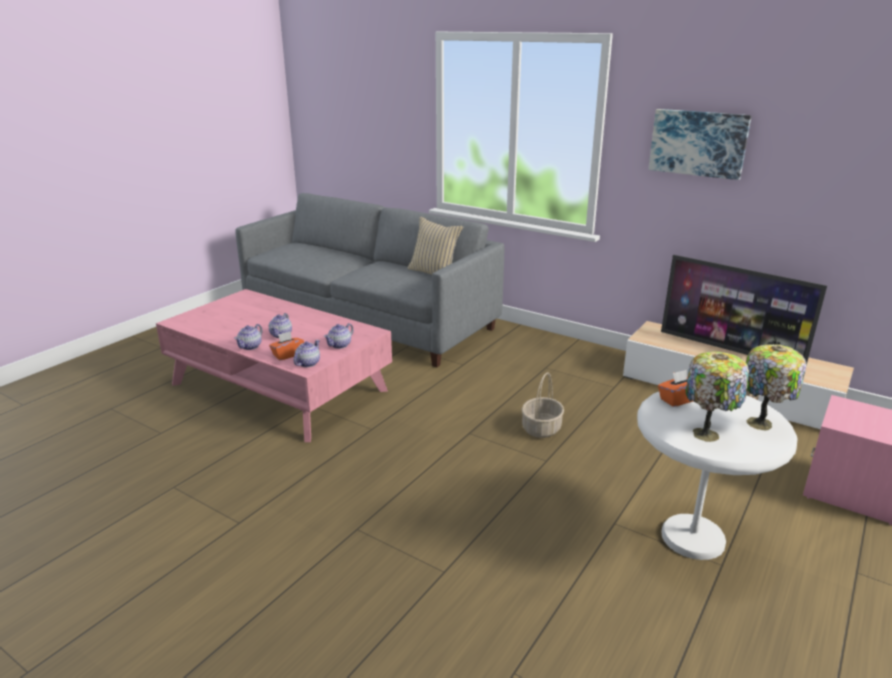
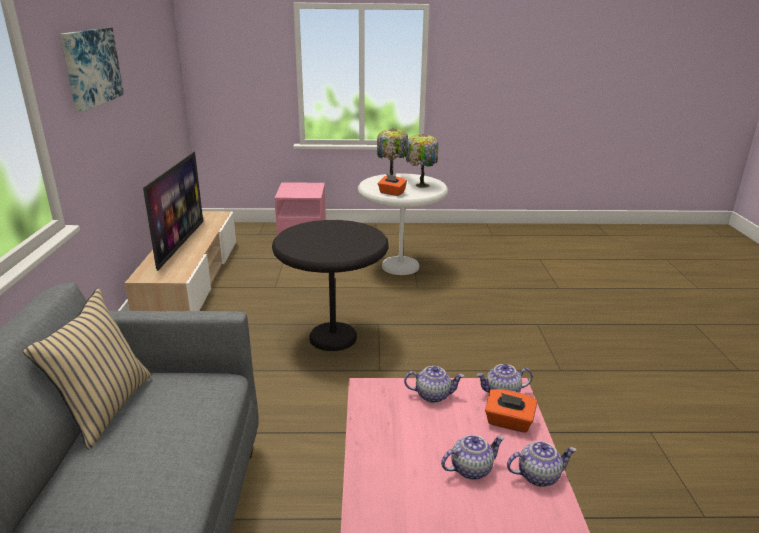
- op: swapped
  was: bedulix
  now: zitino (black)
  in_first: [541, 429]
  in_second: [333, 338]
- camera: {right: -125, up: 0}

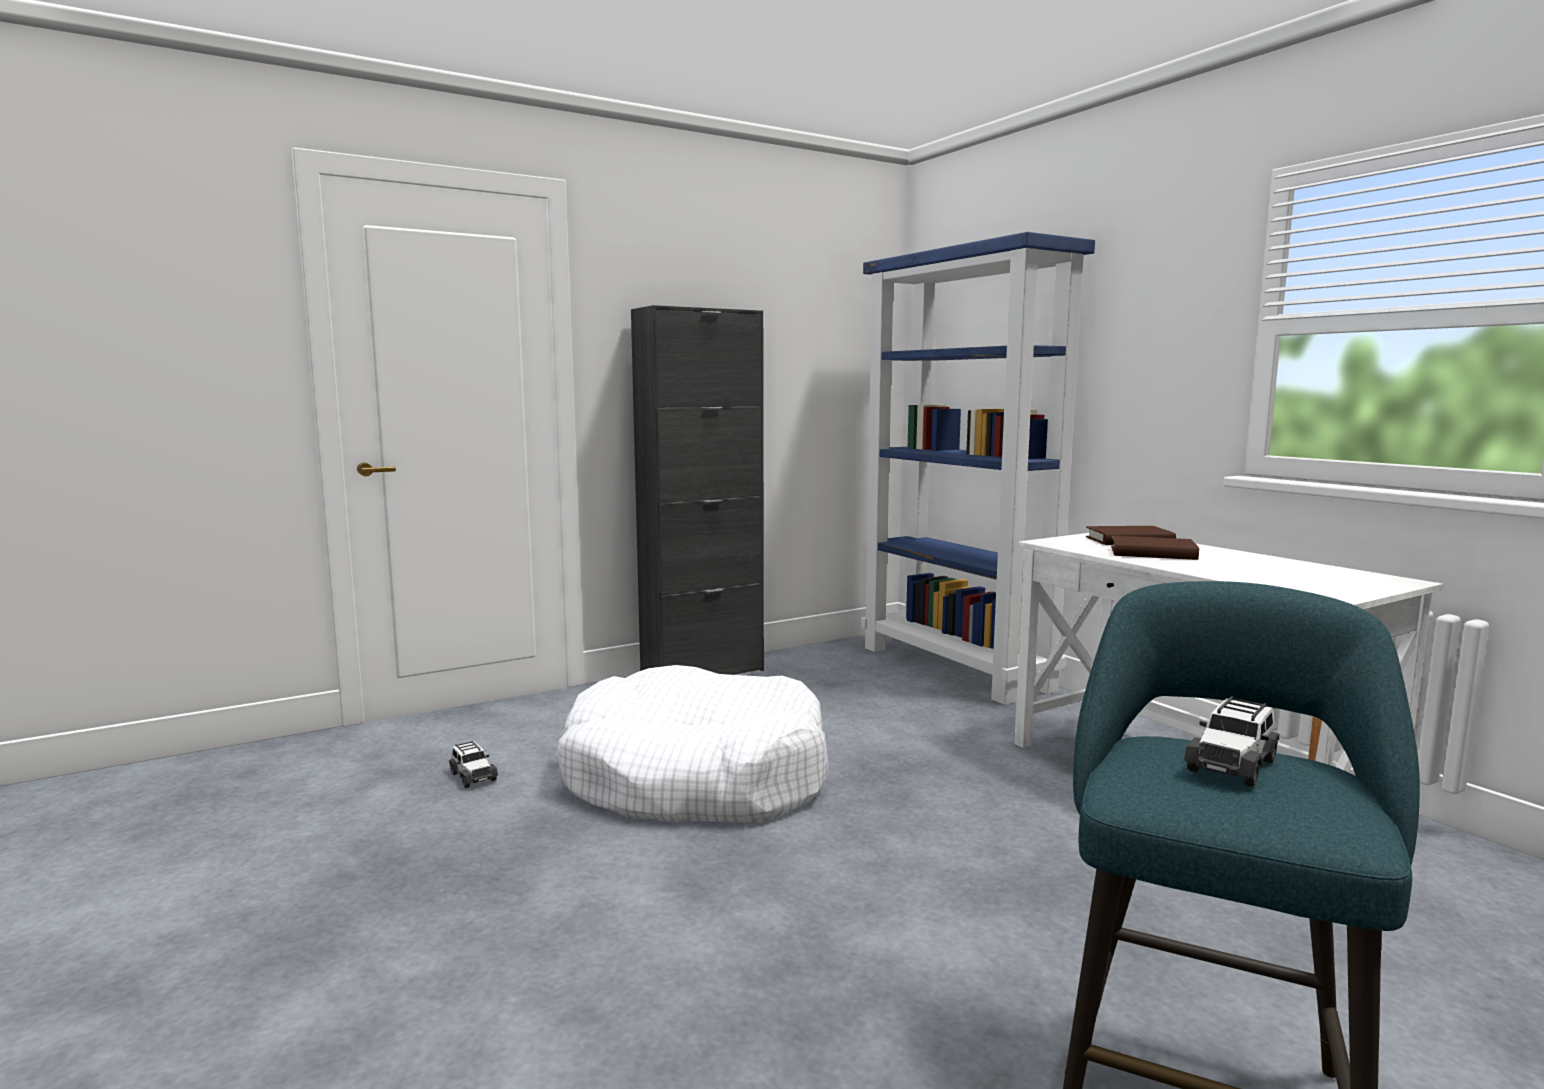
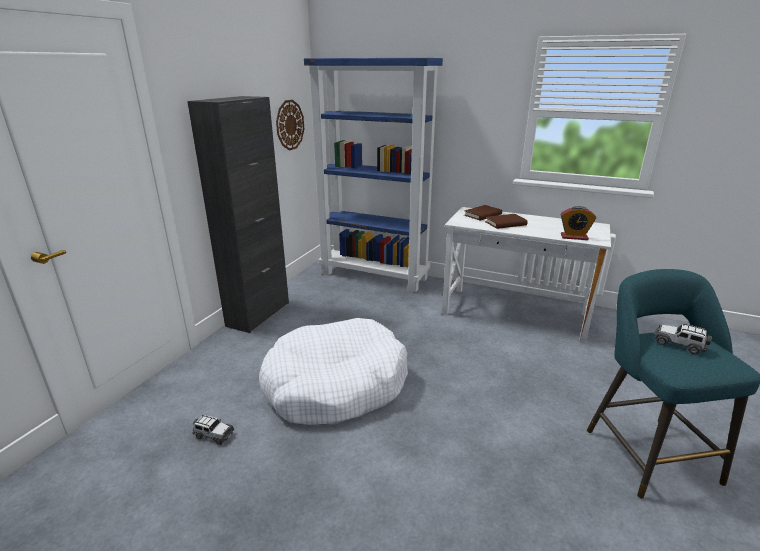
- op: rotated
  was: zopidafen
  in_first: [1232, 764]
  in_second: [679, 344]
  clockwise: 120
- op: new
  now: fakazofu
  in_second: [289, 125]
- op: new
  now: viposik
  in_second: [574, 237]
- camera: {right: -35, up: 15}

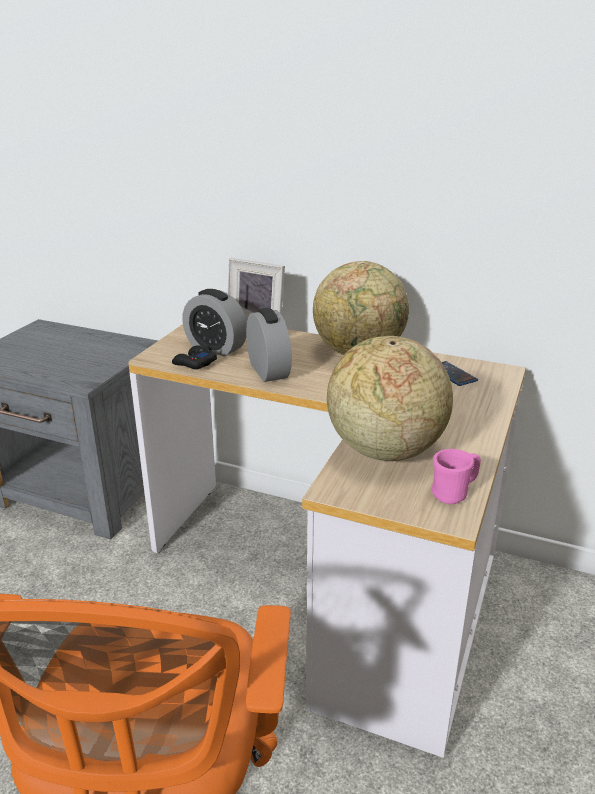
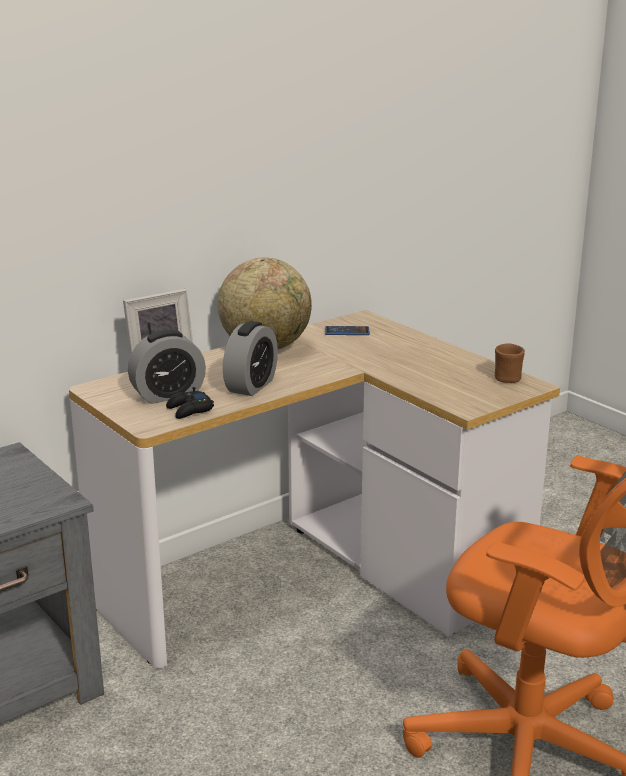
- op: rotated
  was: viposik
  in_first: [268, 371]
  in_second: [251, 386]
  clockwise: 105
- op: gone
  was: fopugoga
  in_first: [384, 450]
- op: repainted
  was: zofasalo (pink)
  now: zofasalo (brown)
  in_first: [454, 493]
  in_second: [507, 377]
- camera: {right: -60, up: -5}

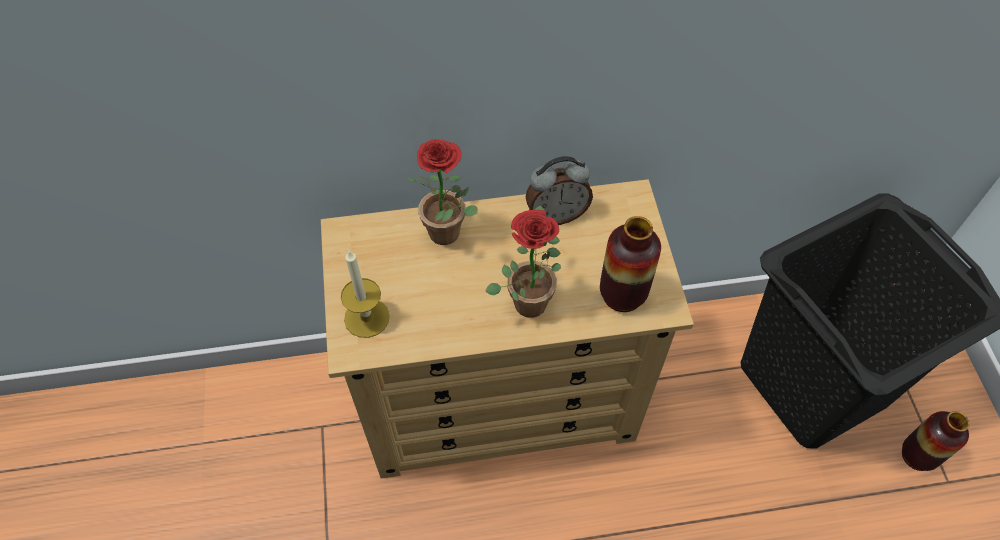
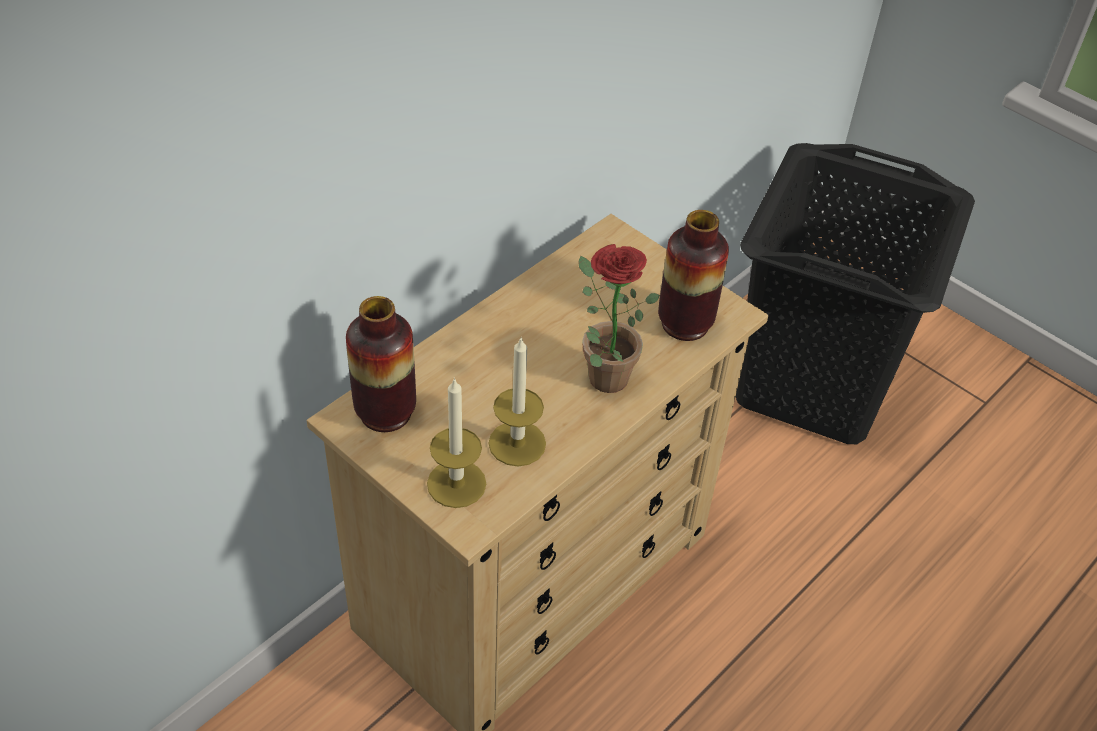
- op: gone
  was: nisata
  in_first: [450, 235]
- op: gone
  was: viposik
  in_first: [556, 214]
- op: shifted
  was: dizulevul
  in_first: [917, 456]
  in_second: [385, 412]
- op: new
  now: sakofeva
  in_second: [517, 443]
- camera: {right: -40, up: -10}

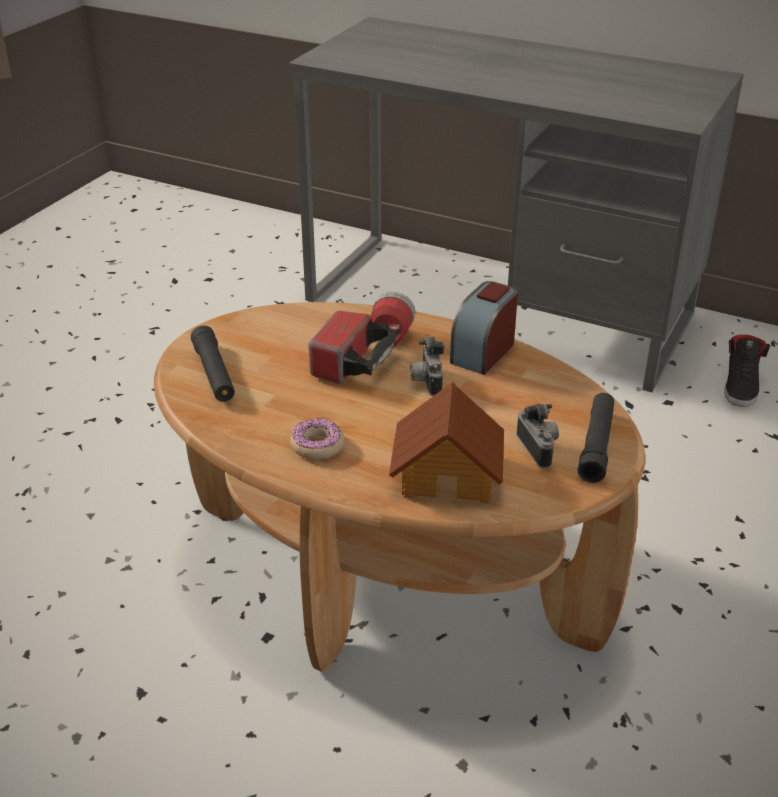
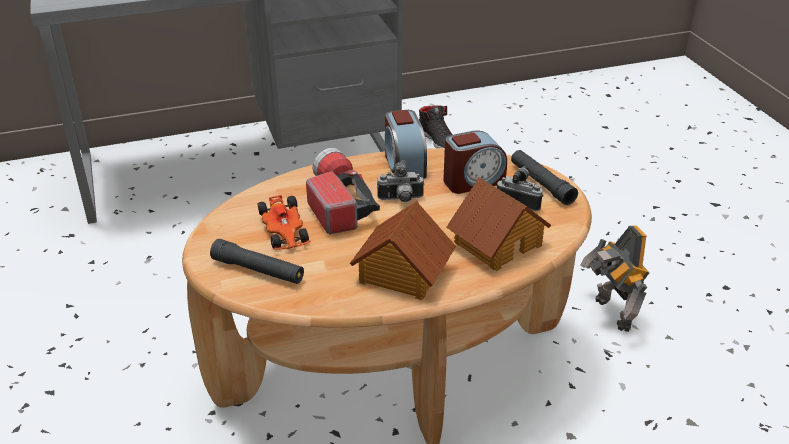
- op: rotated
  was: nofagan
  in_first: [426, 381]
  in_second: [400, 200]
  clockwise: -45
- op: swapped
  was: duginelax
  now: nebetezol
  in_first: [317, 445]
  in_second: [401, 273]
- op: new
  now: viposik
  in_second: [473, 181]
- op: new
  now: zopidafen
  in_second: [284, 231]
- op: new
  now: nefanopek
  in_second: [610, 314]
- camera: {right: -45, up: 0}

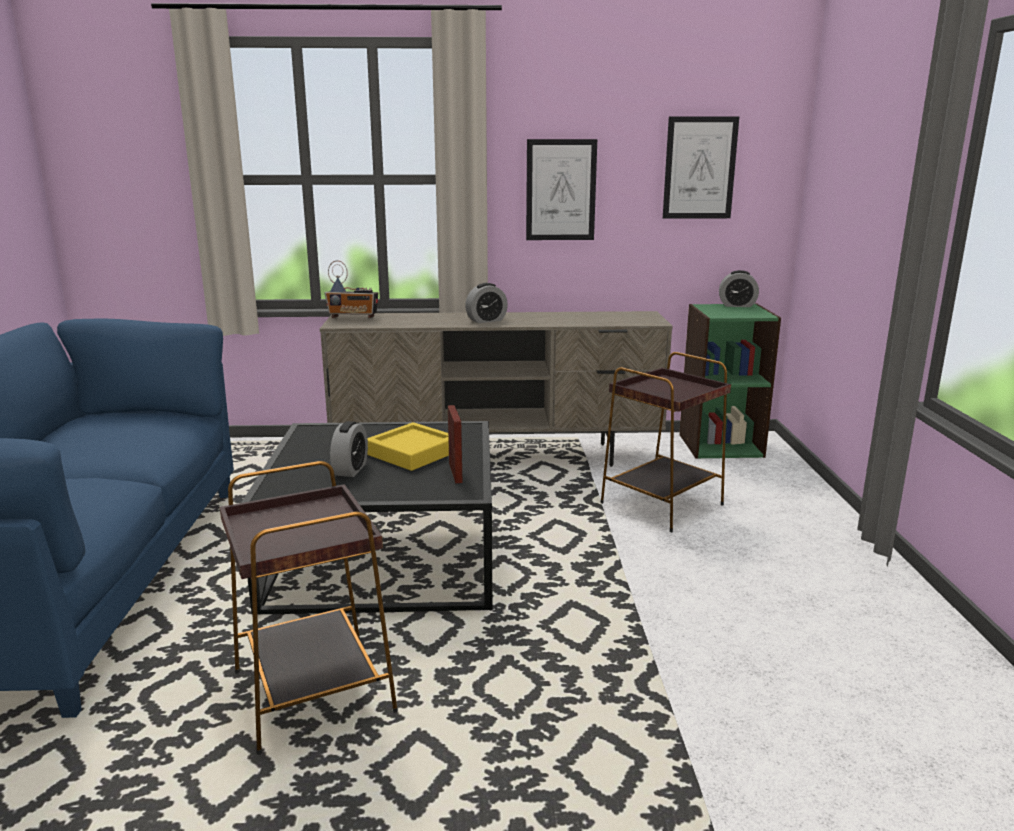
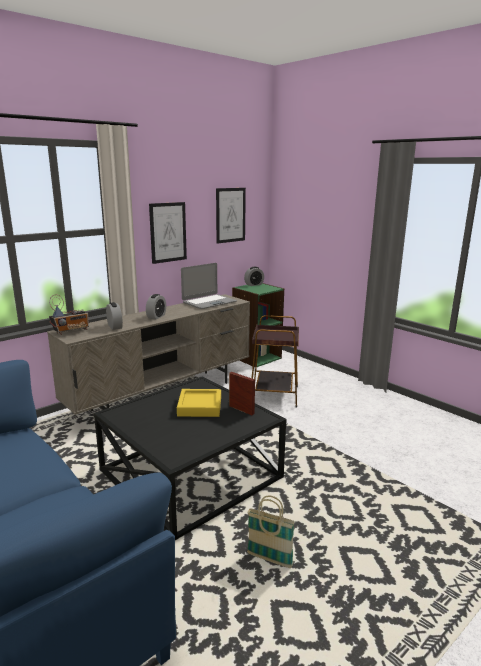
- op: shifted
  was: viposik
  in_first: [350, 470]
  in_second: [115, 326]
- op: swapped
  was: zitino (brown)
  now: bedulix
  in_first: [314, 691]
  in_second: [269, 559]
- op: new
  now: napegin
  in_second: [209, 302]
- camera: {right: -40, up: 0}

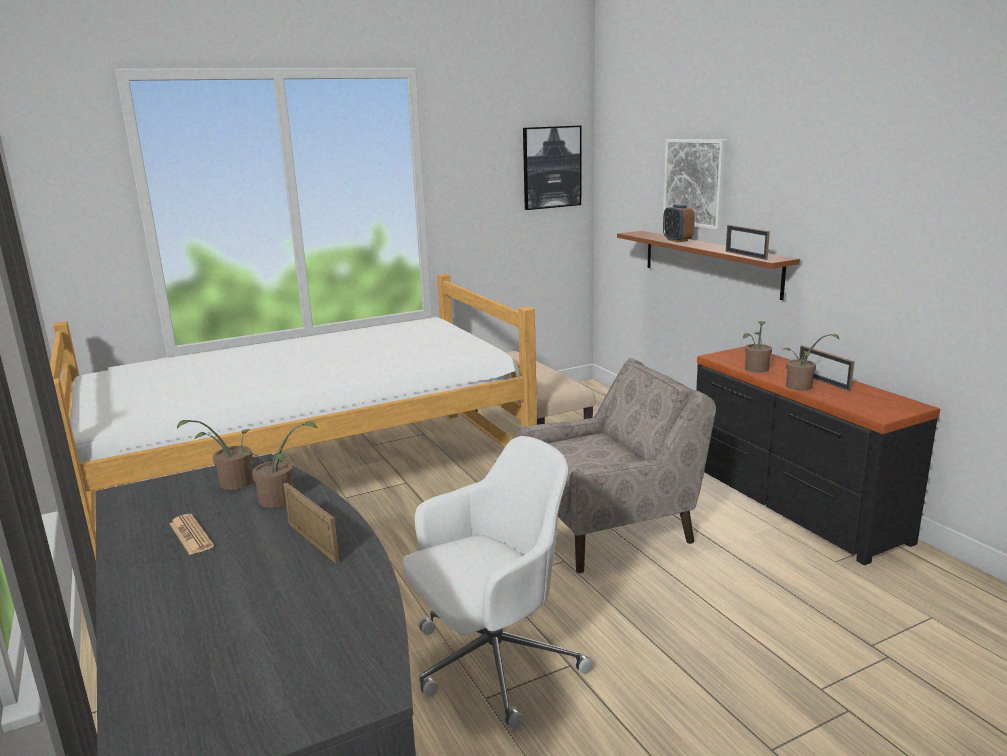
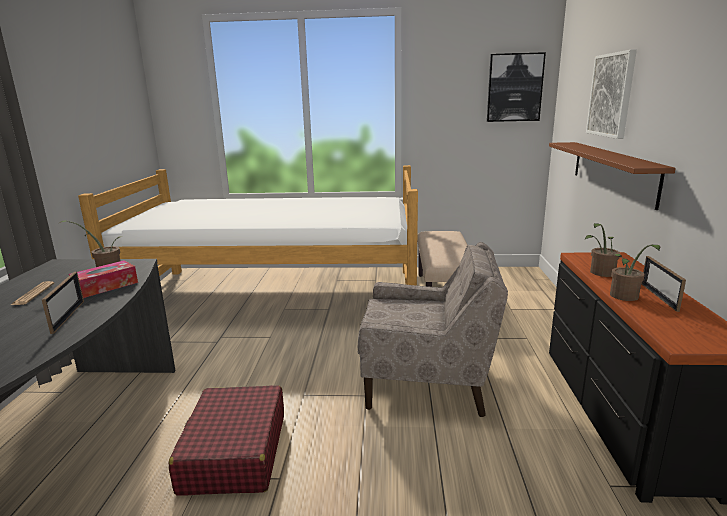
- op: gone
  was: viposik
  in_first: [677, 240]
- op: gone
  was: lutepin
  in_first: [745, 255]
- op: swapped
  was: nisata
  now: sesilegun
  in_first: [281, 500]
  in_second: [106, 286]
- op: swapped
  was: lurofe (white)
  now: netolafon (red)
  in_first: [492, 663]
  in_second: [234, 452]
- camera: {right: 30, up: 0}

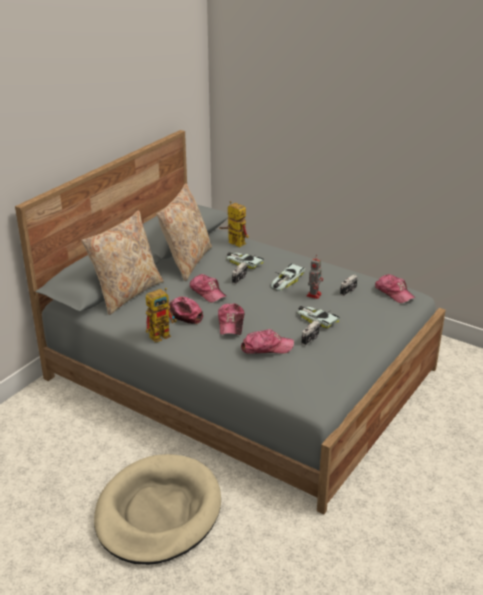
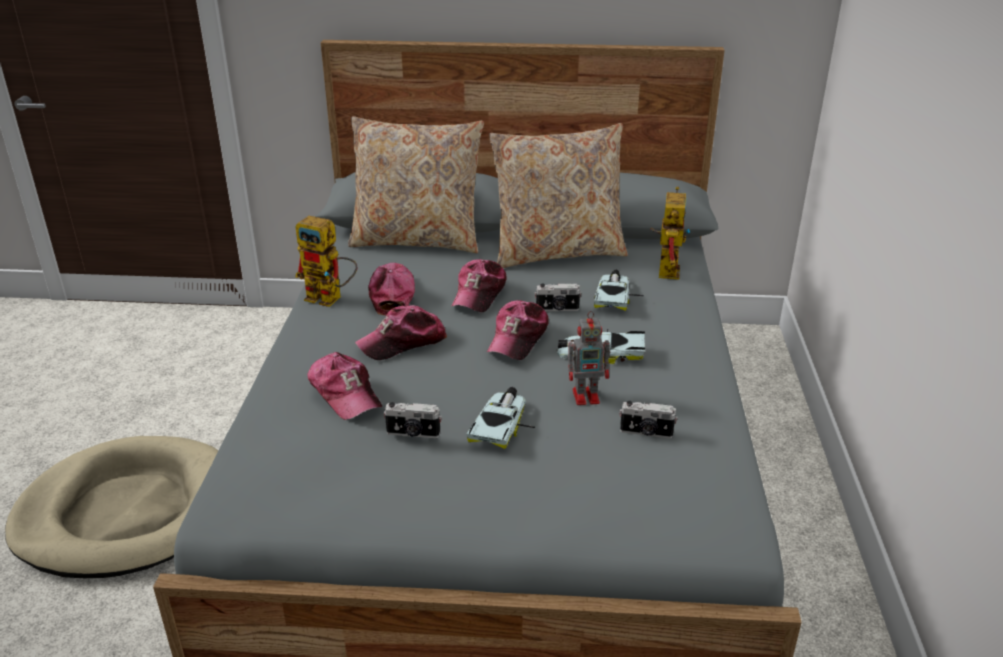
- op: shifted
  was: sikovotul
  in_first: [394, 293]
  in_second: [518, 338]
- camera: {right: 60, up: 0}

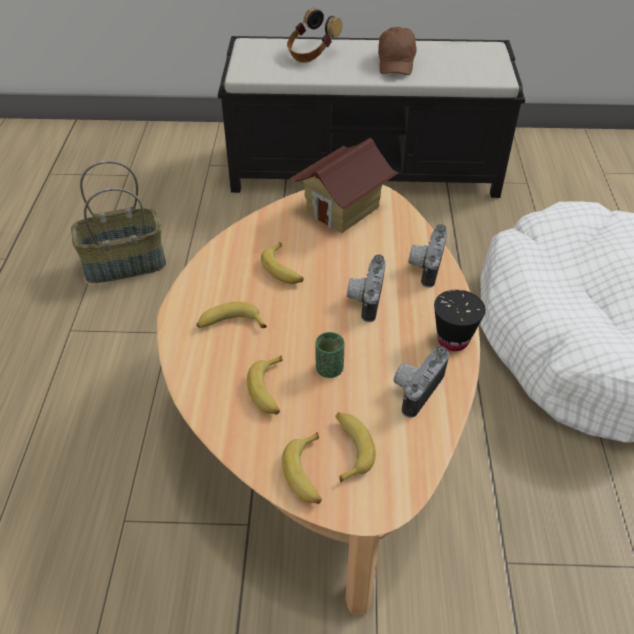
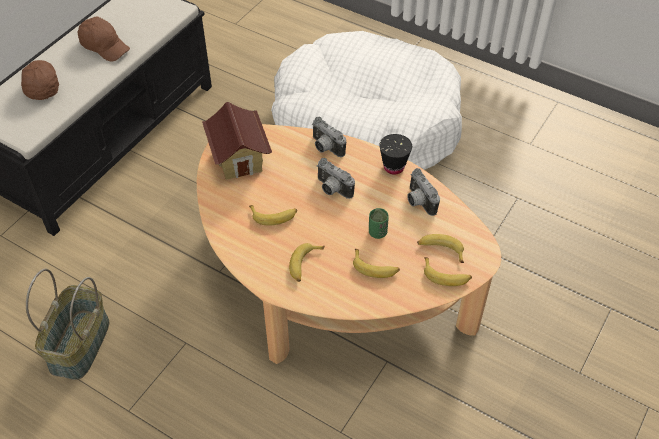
- op: swapped
  was: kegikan
  now: sikovotul (brown)
  in_first: [311, 55]
  in_second: [41, 85]
- camera: {right: -60, up: 5}

